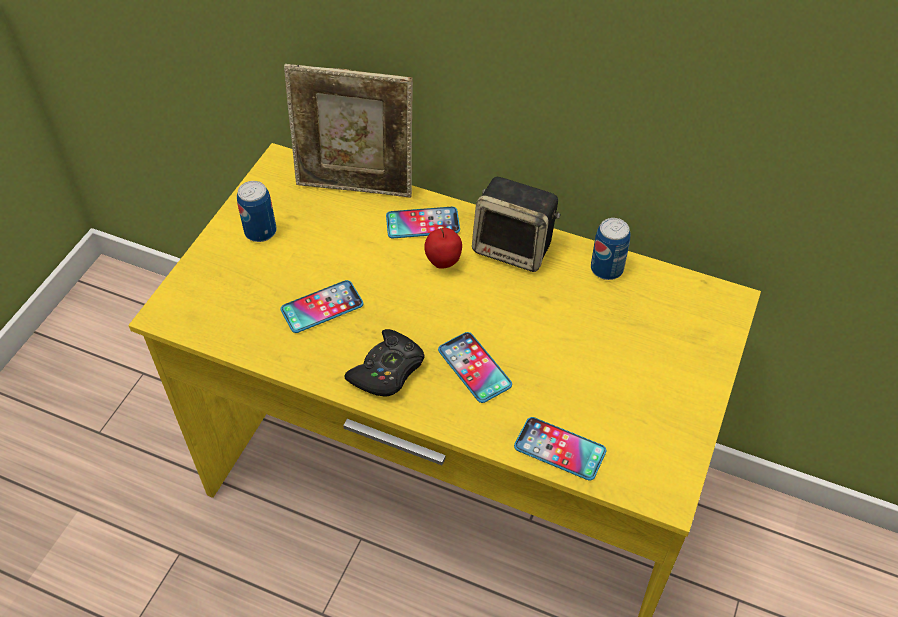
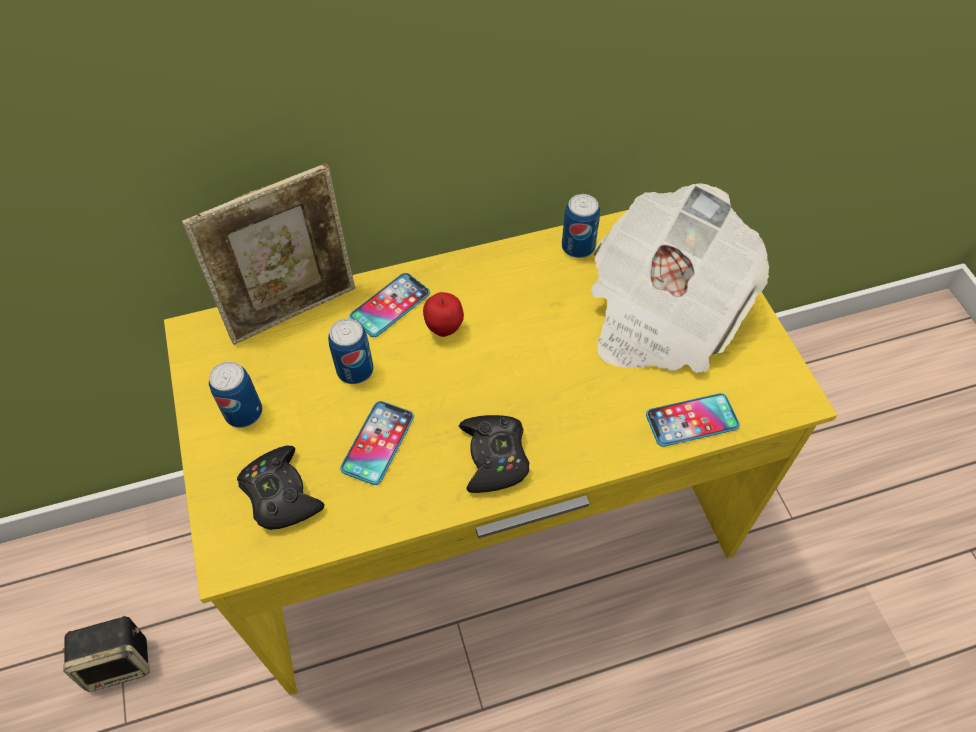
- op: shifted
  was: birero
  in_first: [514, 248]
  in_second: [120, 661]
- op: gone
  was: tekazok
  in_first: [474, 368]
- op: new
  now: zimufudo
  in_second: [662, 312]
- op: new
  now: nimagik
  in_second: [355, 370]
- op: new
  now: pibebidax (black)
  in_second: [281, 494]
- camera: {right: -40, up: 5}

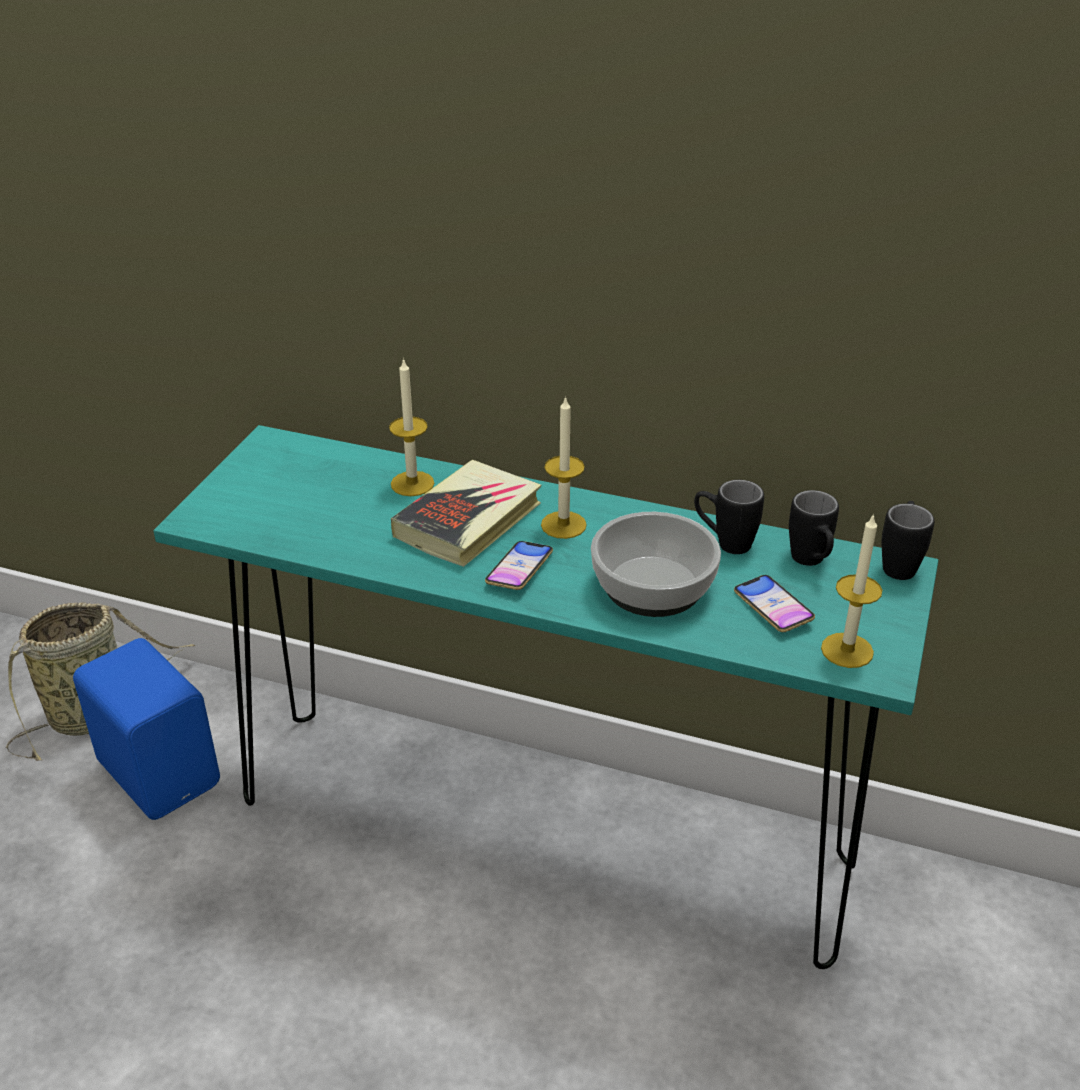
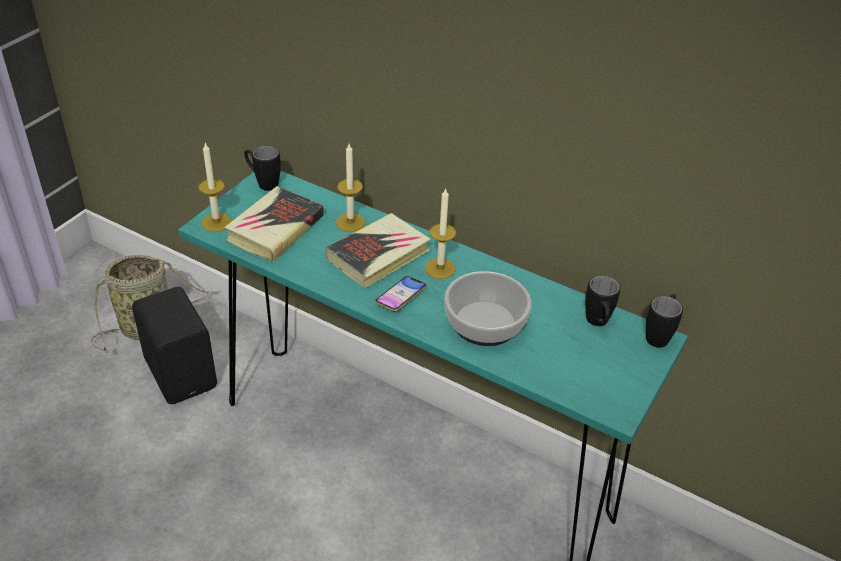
- op: shifted
  was: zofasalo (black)
  in_first: [724, 542]
  in_second: [263, 183]
- op: shifted
  was: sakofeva
  in_first: [847, 650]
  in_second: [216, 222]
- op: gone
  was: tekazok
  in_first: [772, 608]
- op: repainted
  was: birero (blue)
  now: birero (black)
  in_first: [161, 771]
  in_second: [182, 372]
- op: new
  now: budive
  in_second: [275, 228]
- camera: {right: 10, up: 5}

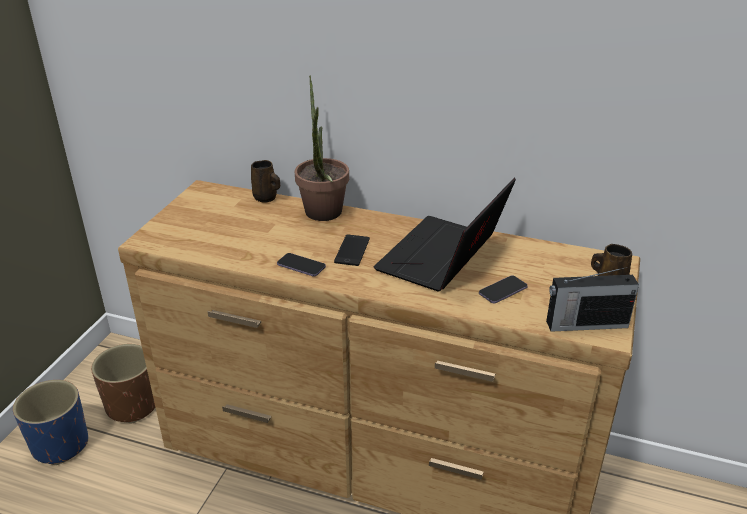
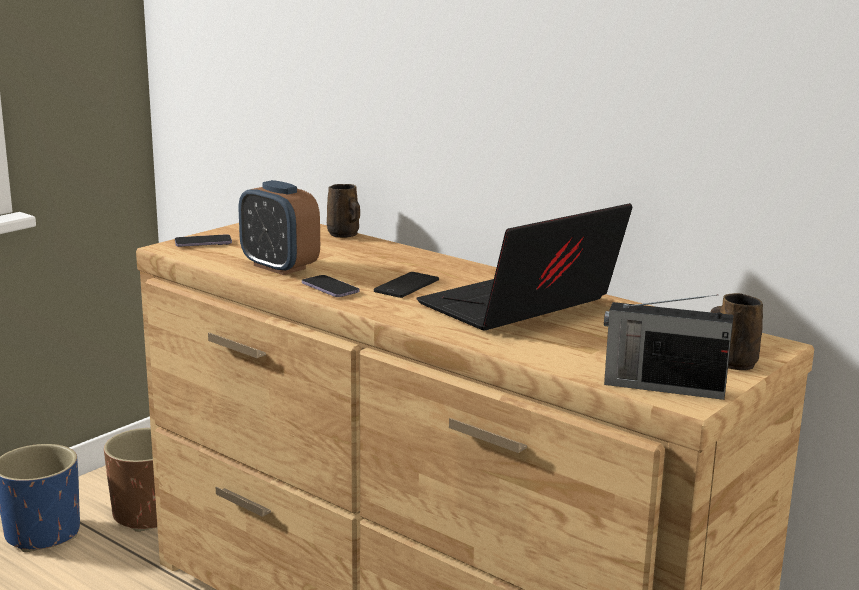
- op: gone
  was: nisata
  in_first: [323, 216]
- op: shifted
  was: tekazok
  in_first: [503, 291]
  in_second: [203, 243]
- op: new
  now: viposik
  in_second: [279, 267]
- camera: {right: 20, up: -15}

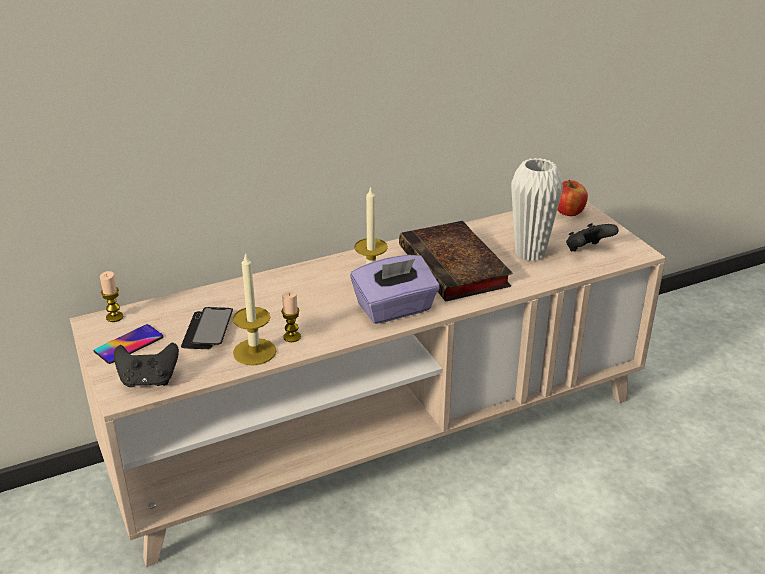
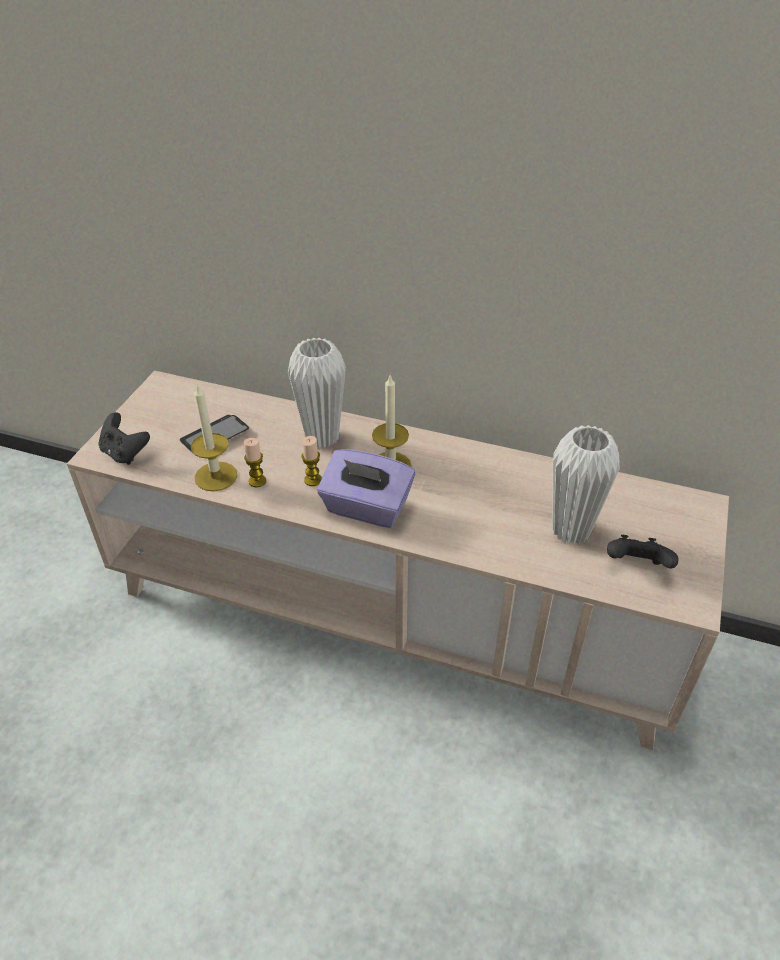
- op: gone
  was: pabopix
  in_first: [568, 212]
- op: gone
  was: budive
  in_first: [456, 268]
- op: shifted
  was: sakofeva
  in_first: [114, 317]
  in_second: [313, 480]
- op: gone
  was: tekazok
  in_first: [129, 344]
- op: new
  now: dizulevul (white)
  in_second: [322, 437]
- camera: {right: 45, up: 10}

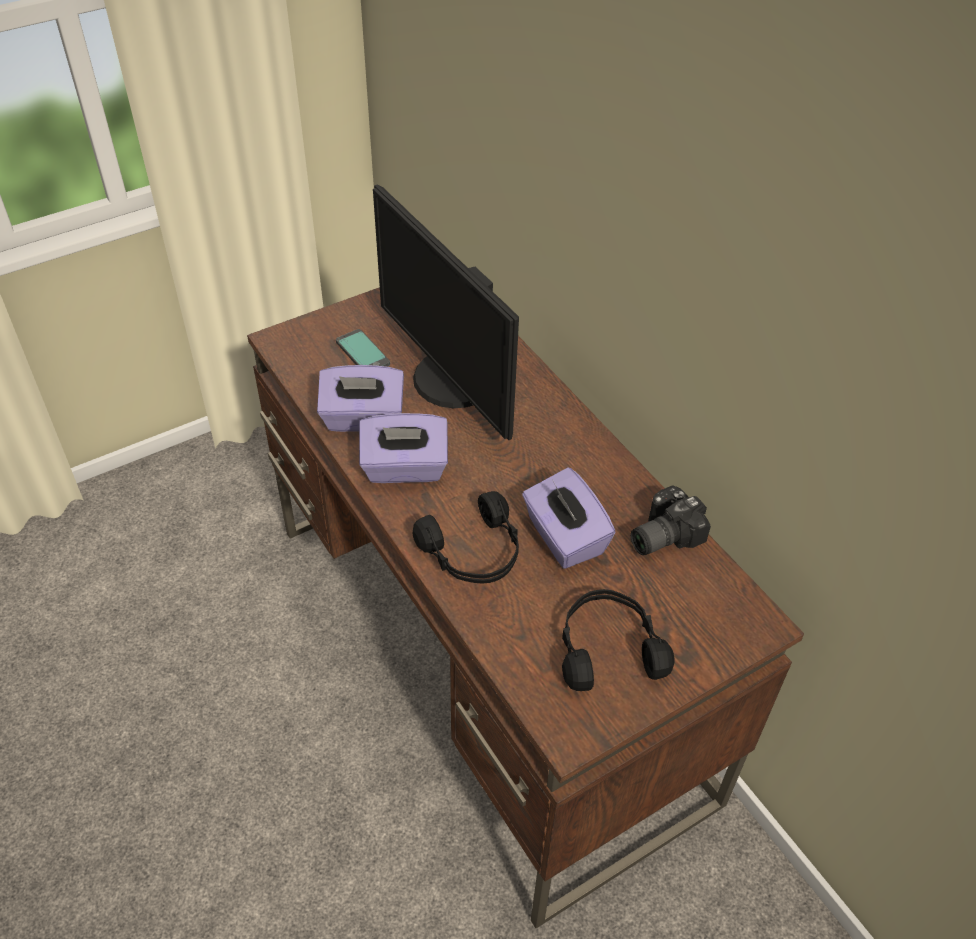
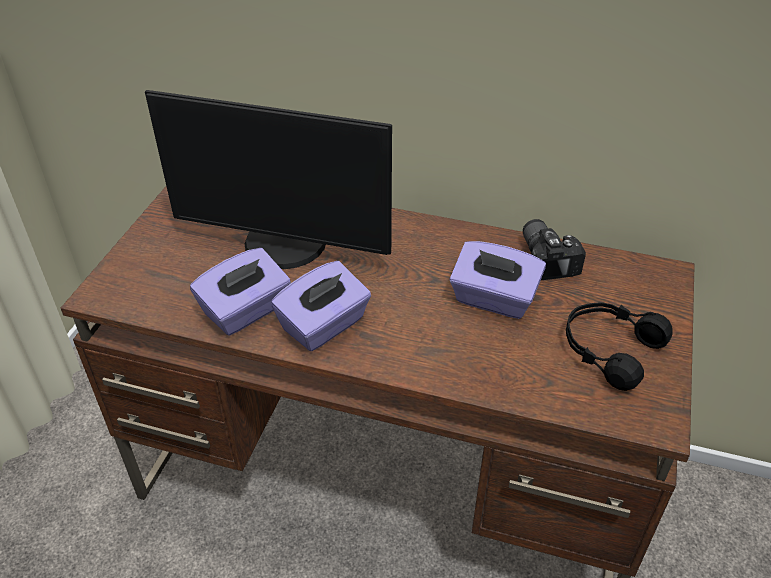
- op: gone
  was: tekazok
  in_first: [363, 353]
- op: rotated
  was: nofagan
  in_first: [660, 534]
  in_second: [548, 258]
  clockwise: 150
- op: gone
  was: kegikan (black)
  in_first: [474, 553]
- camera: {right: -40, up: -5}

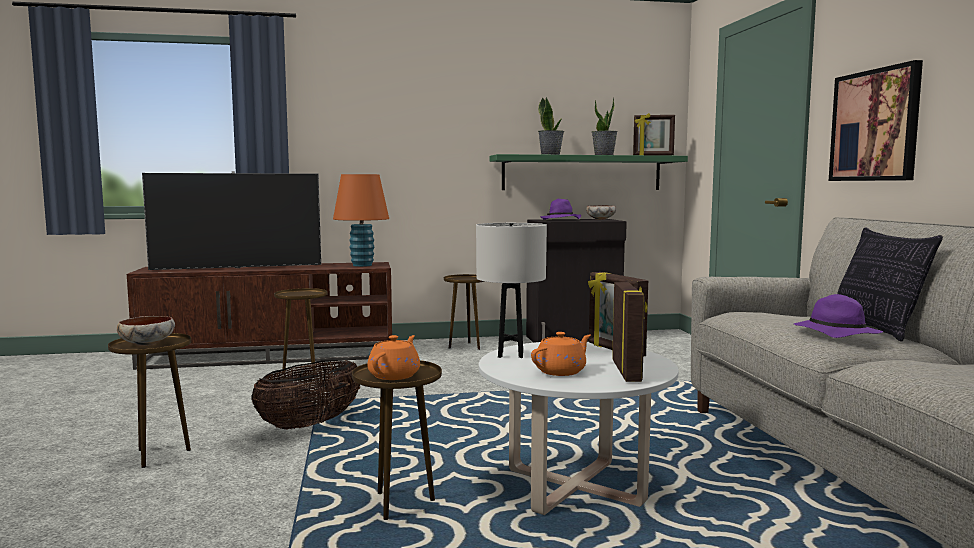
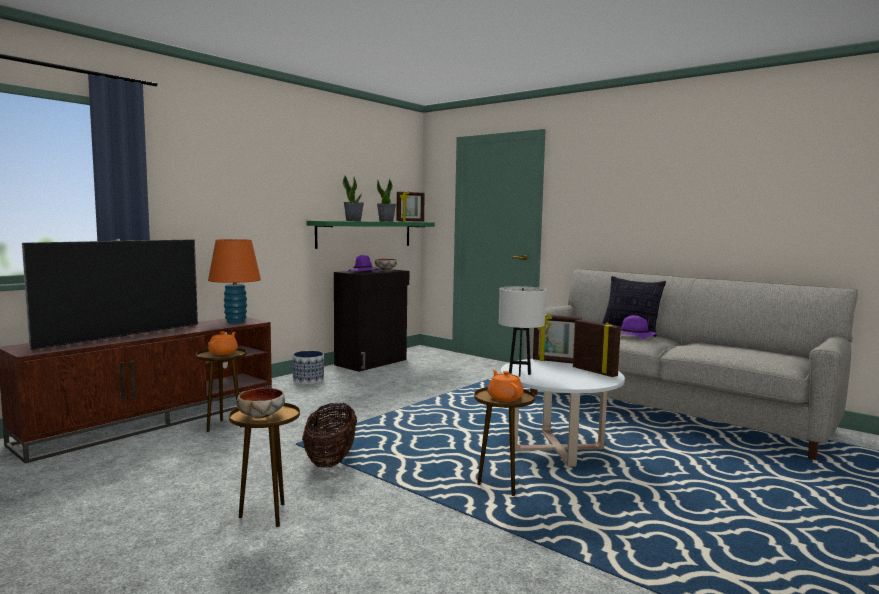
- op: gone
  was: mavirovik
  in_first: [875, 125]
- op: swapped
  was: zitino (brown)
  now: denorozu
  in_first: [466, 346]
  in_second: [308, 380]
- op: shifted
  was: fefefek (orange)
  in_first: [561, 371]
  in_second: [223, 352]
- camera: {right: -40, up: 0}

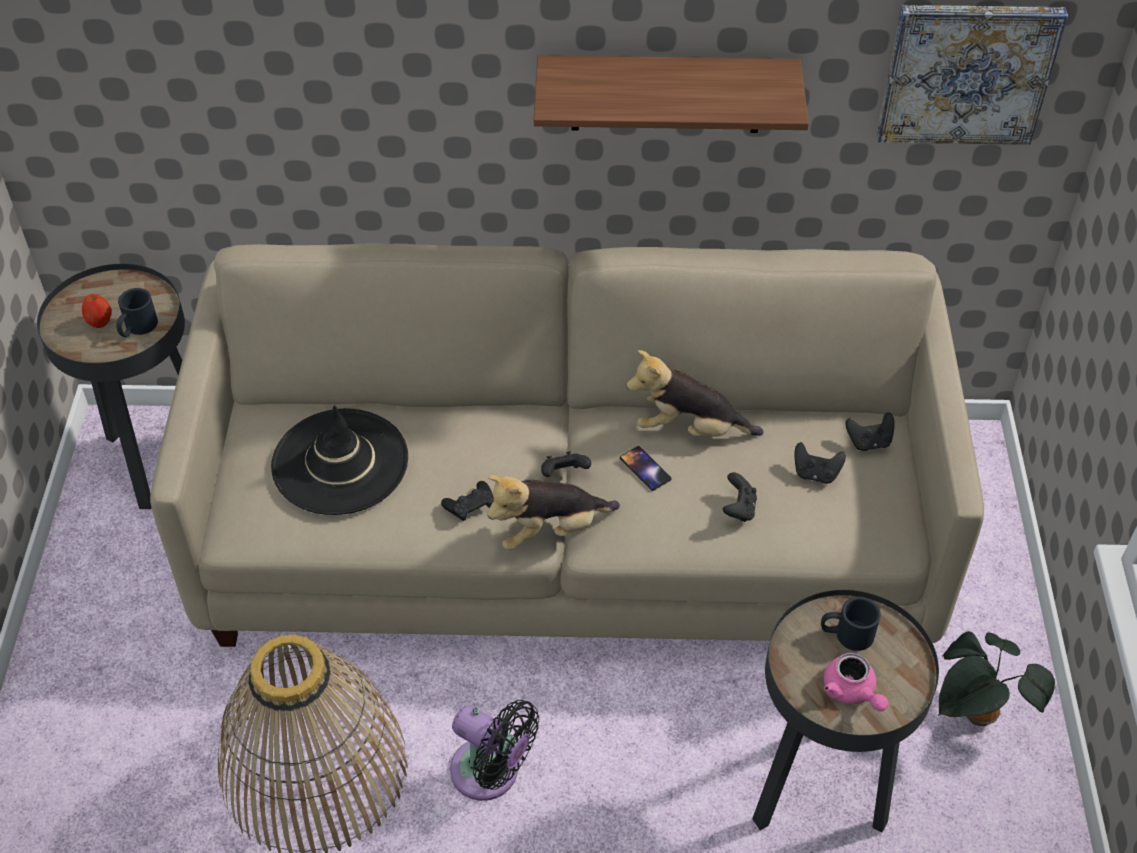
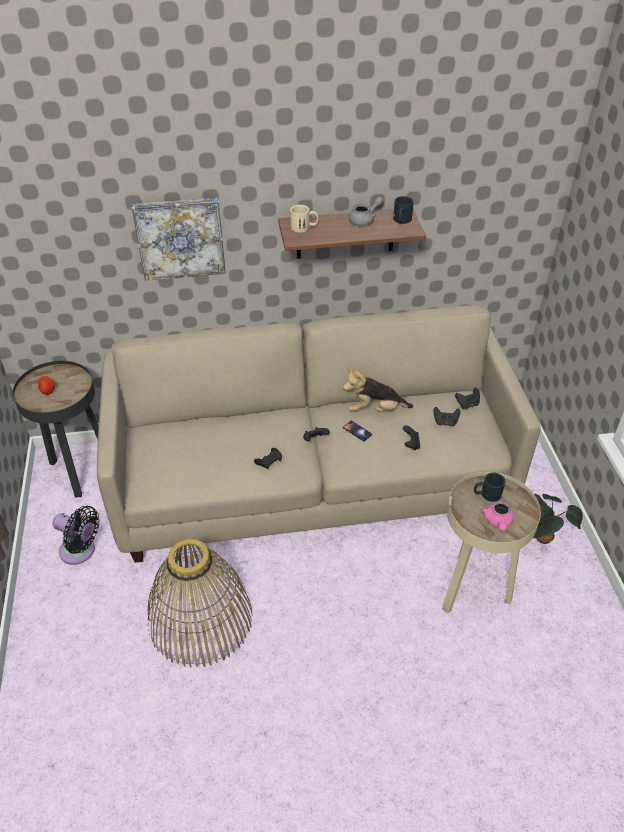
- op: shifted
  was: mavirovik
  in_first: [967, 72]
  in_second: [180, 238]
- op: shifted
  was: zofasalo (black)
  in_first: [137, 328]
  in_second: [401, 221]
- op: gone
  was: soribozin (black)
  in_first: [340, 462]
- op: gone
  was: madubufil
  in_first: [549, 530]
- op: repainted
  was: zitino (black)
  now: zitino (beige)
  in_first: [818, 793]
  in_second: [472, 589]
- op: rotated
  was: fefefek (pink)
  in_first: [852, 692]
  in_second: [497, 522]
  clockwise: 45
- op: shifted
  was: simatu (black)
  in_first: [491, 774]
  in_second: [80, 551]
- op: new
  now: fefefek (grey)
  in_second: [365, 220]
- op: new
  now: zofasalo (beige)
  in_second: [304, 227]
- camera: {right: -10, up: -5}

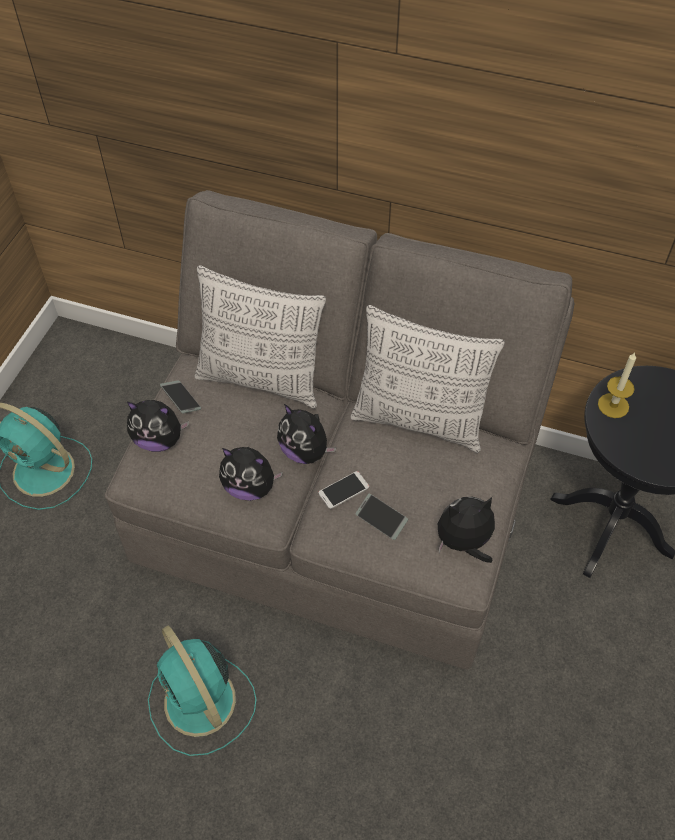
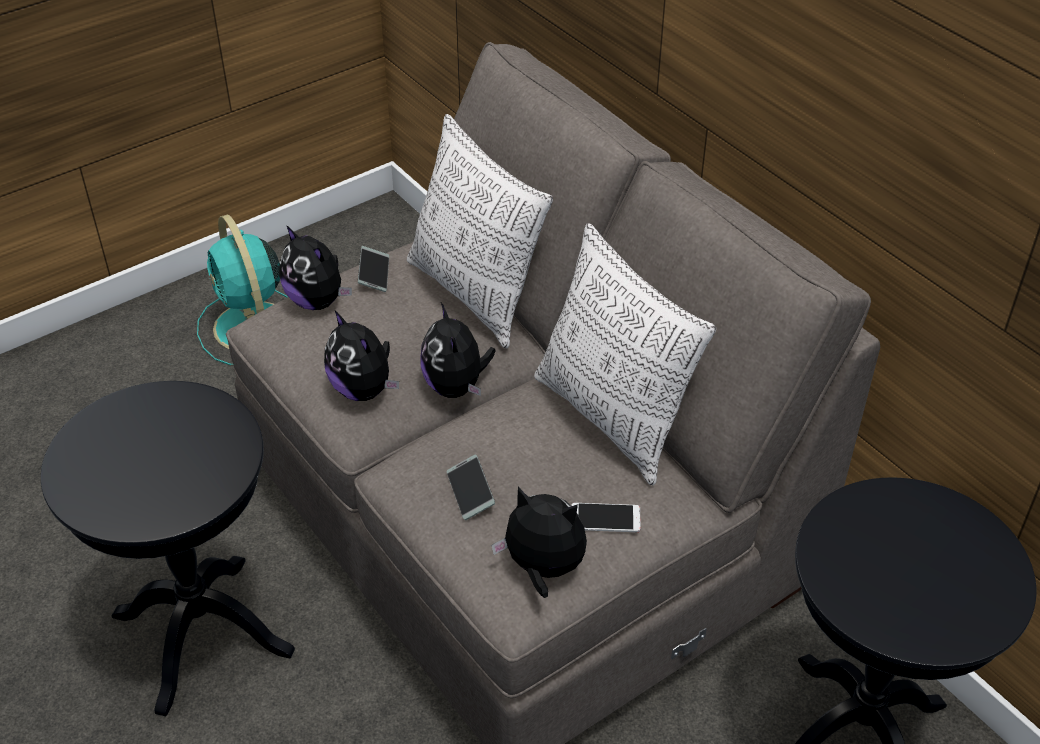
- op: gone
  was: sakofeva
  in_first: [613, 405]
- op: shifted
  was: tekazok
  in_first: [343, 490]
  in_second: [605, 518]
- op: swapped
  was: simatu (turquoise)
  now: zitino (black)
  in_first: [201, 703]
  in_second: [202, 633]
- camera: {right: 35, up: -10}

